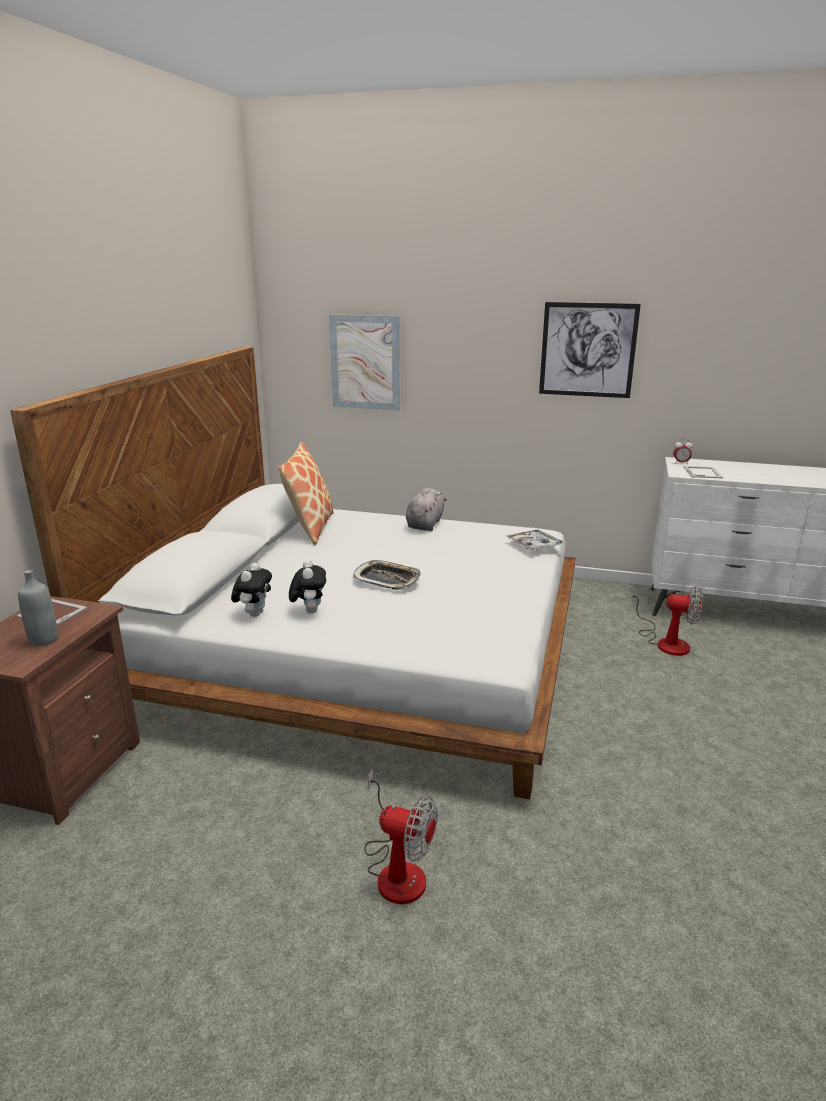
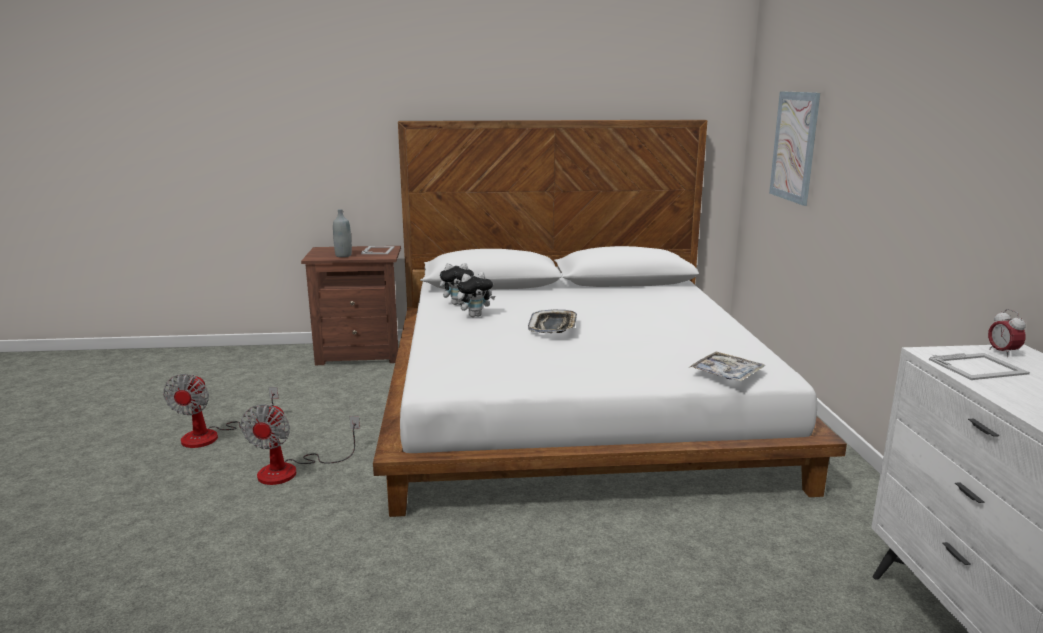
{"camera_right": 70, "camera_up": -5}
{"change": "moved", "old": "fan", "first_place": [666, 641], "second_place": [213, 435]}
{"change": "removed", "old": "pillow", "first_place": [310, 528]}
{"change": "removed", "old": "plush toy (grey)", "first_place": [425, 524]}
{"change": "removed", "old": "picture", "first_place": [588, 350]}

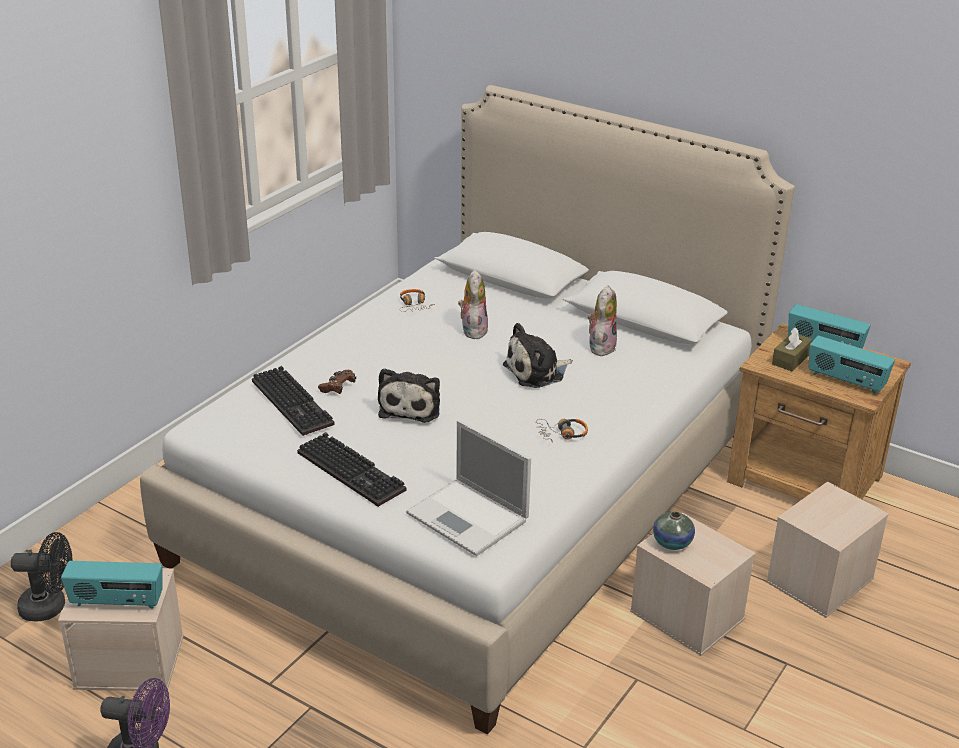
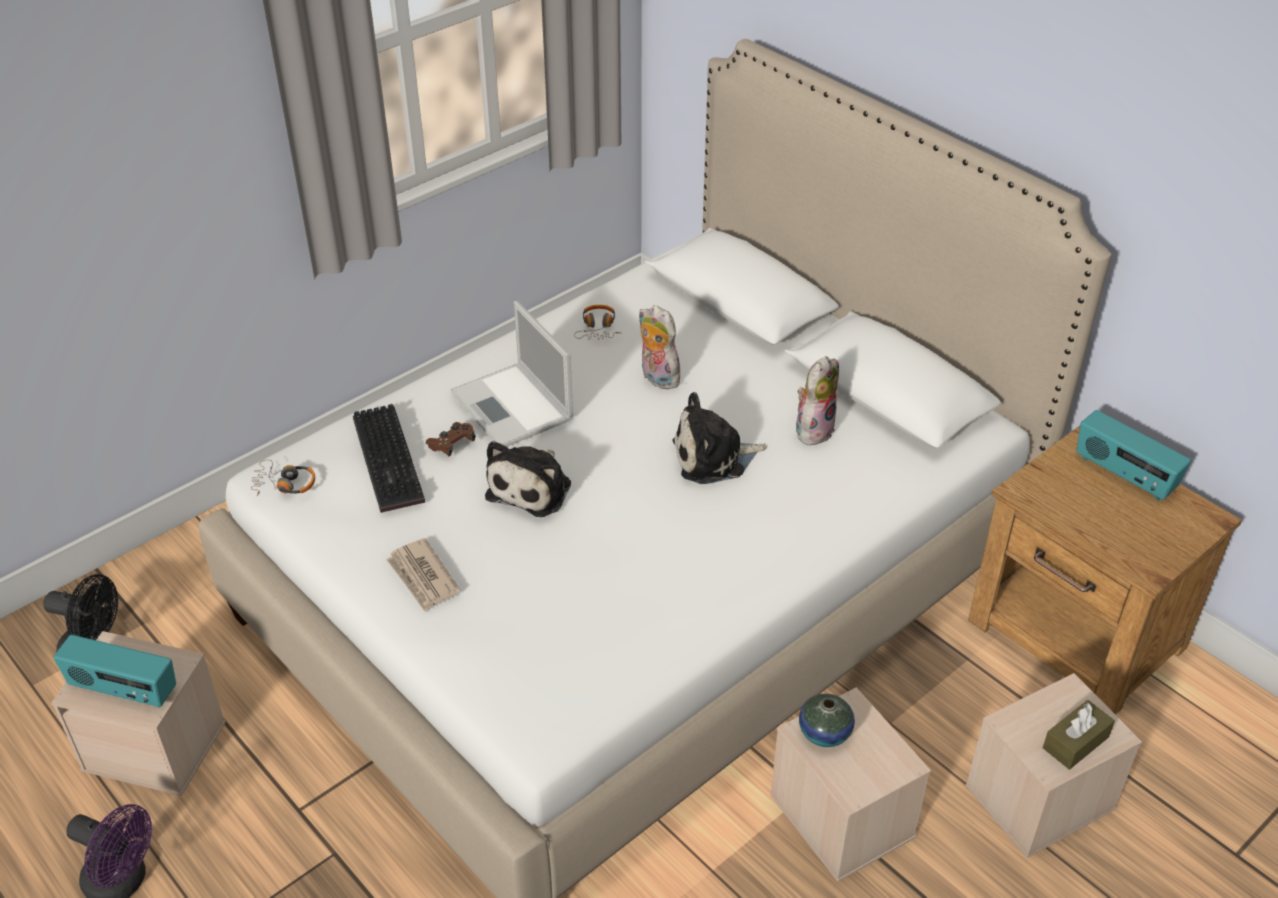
{"camera_right": 15, "camera_up": 10}
{"change": "moved", "old": "headphones", "first_place": [562, 434], "second_place": [284, 484]}
{"change": "replaced", "old": "keyboard", "new": "newspaper", "first_place": [354, 471], "second_place": [423, 578]}
{"change": "moved", "old": "laptop", "first_place": [469, 518], "second_place": [513, 407]}
{"change": "turned", "old": "plush toy", "first_place": [472, 330], "second_place": [657, 378], "degrees": -60}
{"change": "moved", "old": "tissue box (brown)", "first_place": [791, 359], "second_place": [1075, 742]}
{"change": "removed", "old": "radio", "first_place": [845, 381]}

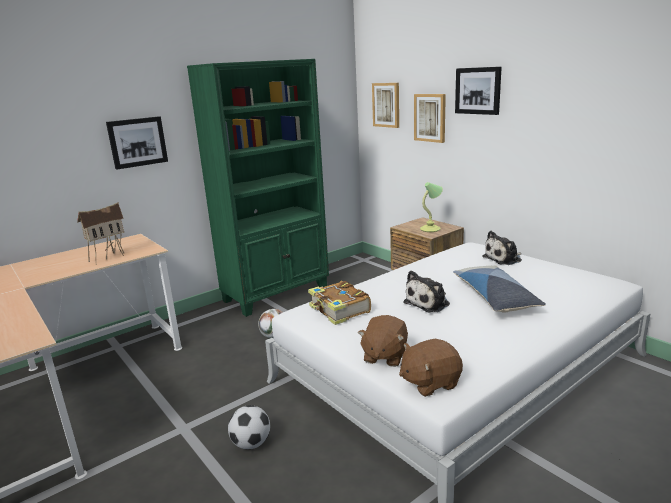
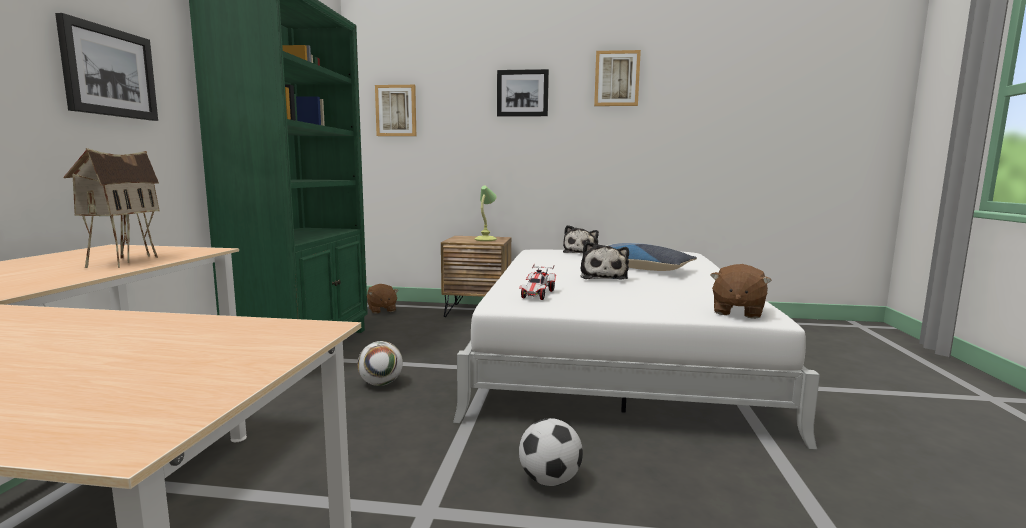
{"camera_right": -45, "camera_up": -10}
{"change": "moved", "old": "plush toy (brown)", "first_place": [384, 356], "second_place": [381, 310]}
{"change": "replaced", "old": "book", "new": "toy car", "first_place": [339, 310], "second_place": [537, 294]}
{"change": "moved", "old": "picture", "first_place": [430, 117], "second_place": [616, 78]}

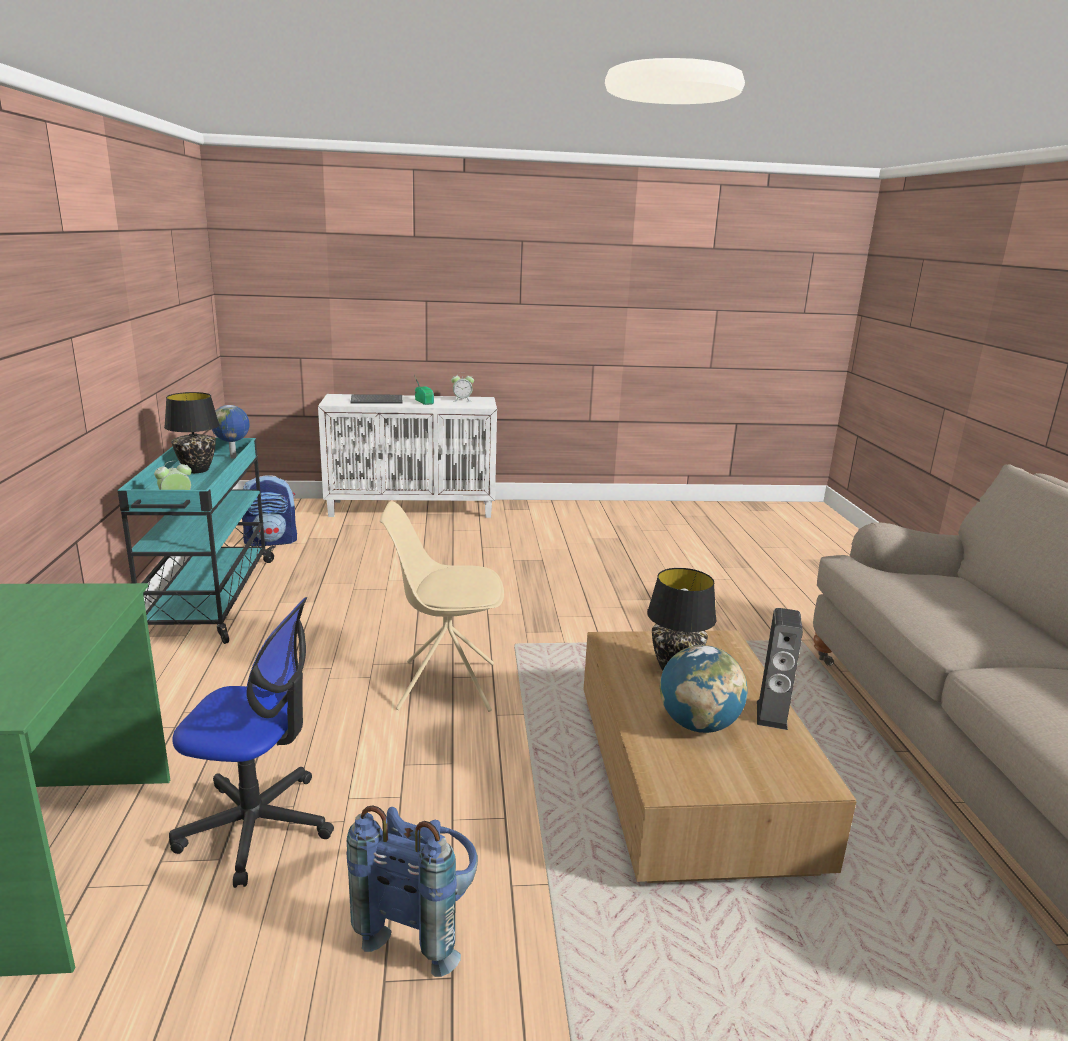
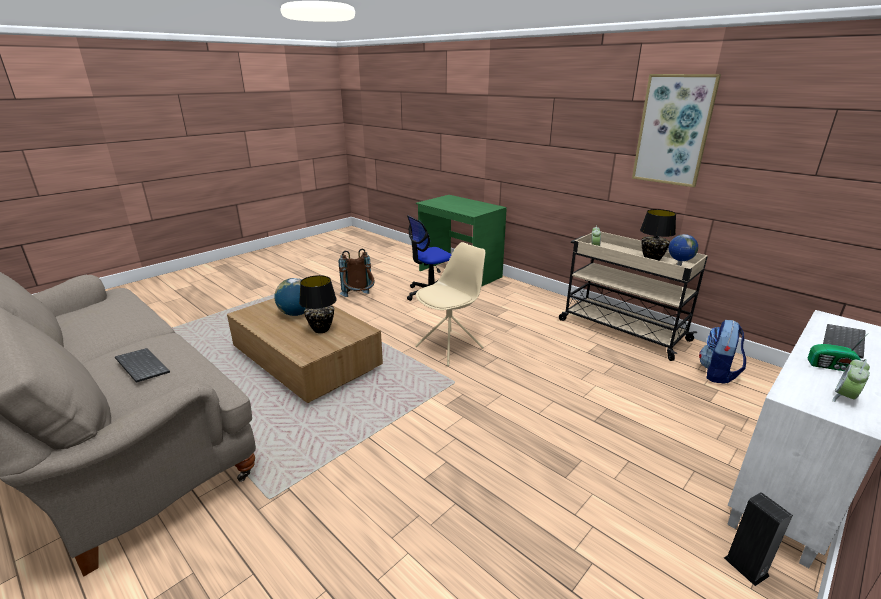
{"camera_right": 140, "camera_up": 5}
{"change": "added", "new": "keyboard", "second_place": [140, 366]}
{"change": "recoloured", "old": "backpack (blue)", "new": "backpack (brown)", "first_place": [421, 923], "second_place": [359, 299]}
{"change": "recoloured", "old": "cart (turquoise)", "new": "cart (beige)", "first_place": [209, 599], "second_place": [621, 329]}
{"change": "added", "new": "picture", "second_place": [673, 130]}
{"change": "moved", "old": "speaker", "first_place": [771, 715], "second_place": [746, 566]}

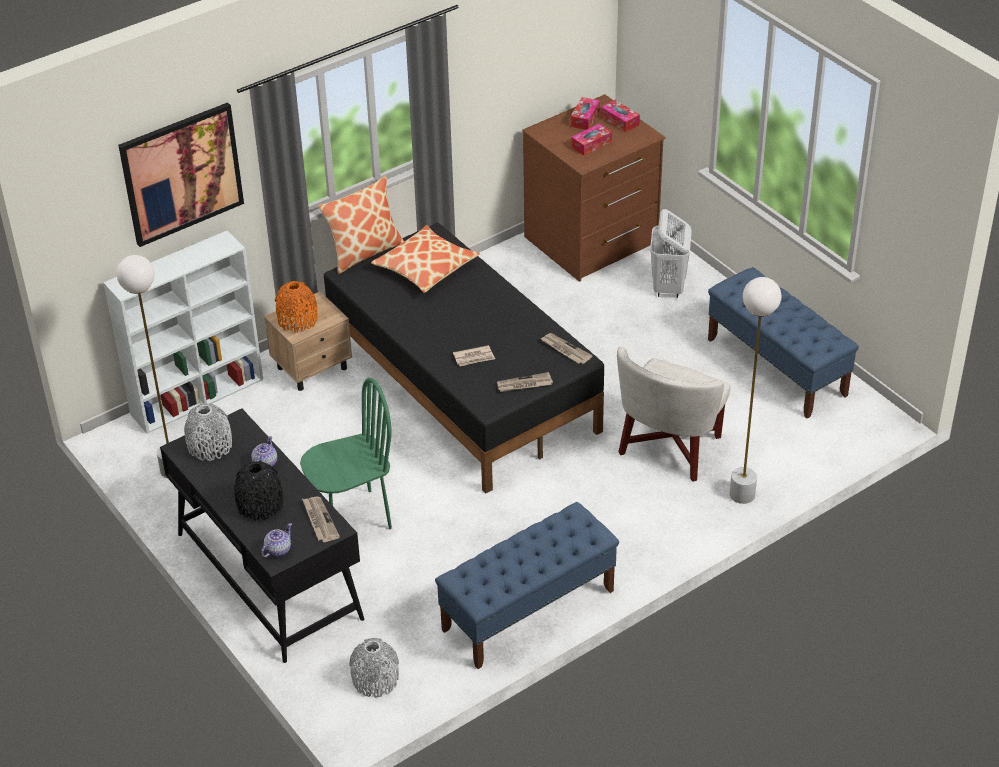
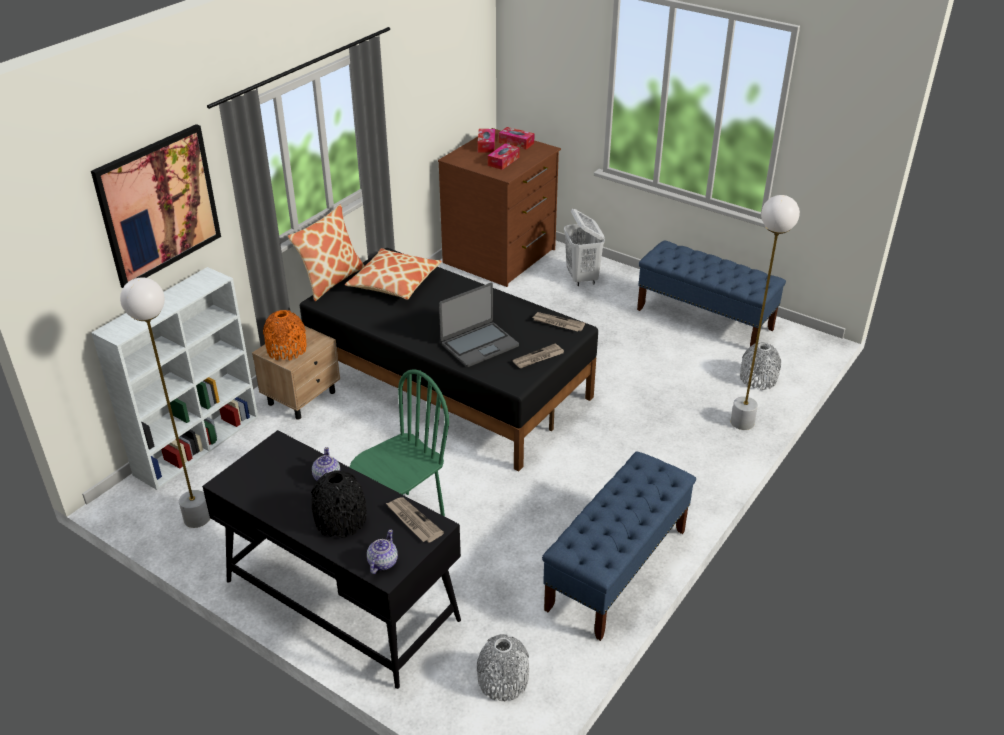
{"camera_right": -20, "camera_up": -5}
{"change": "replaced", "old": "newspaper", "new": "laptop", "first_place": [474, 357], "second_place": [479, 345]}
{"change": "moved", "old": "vase (grey)", "first_place": [210, 446], "second_place": [758, 379]}
{"change": "removed", "old": "armchair (white)", "first_place": [670, 447]}

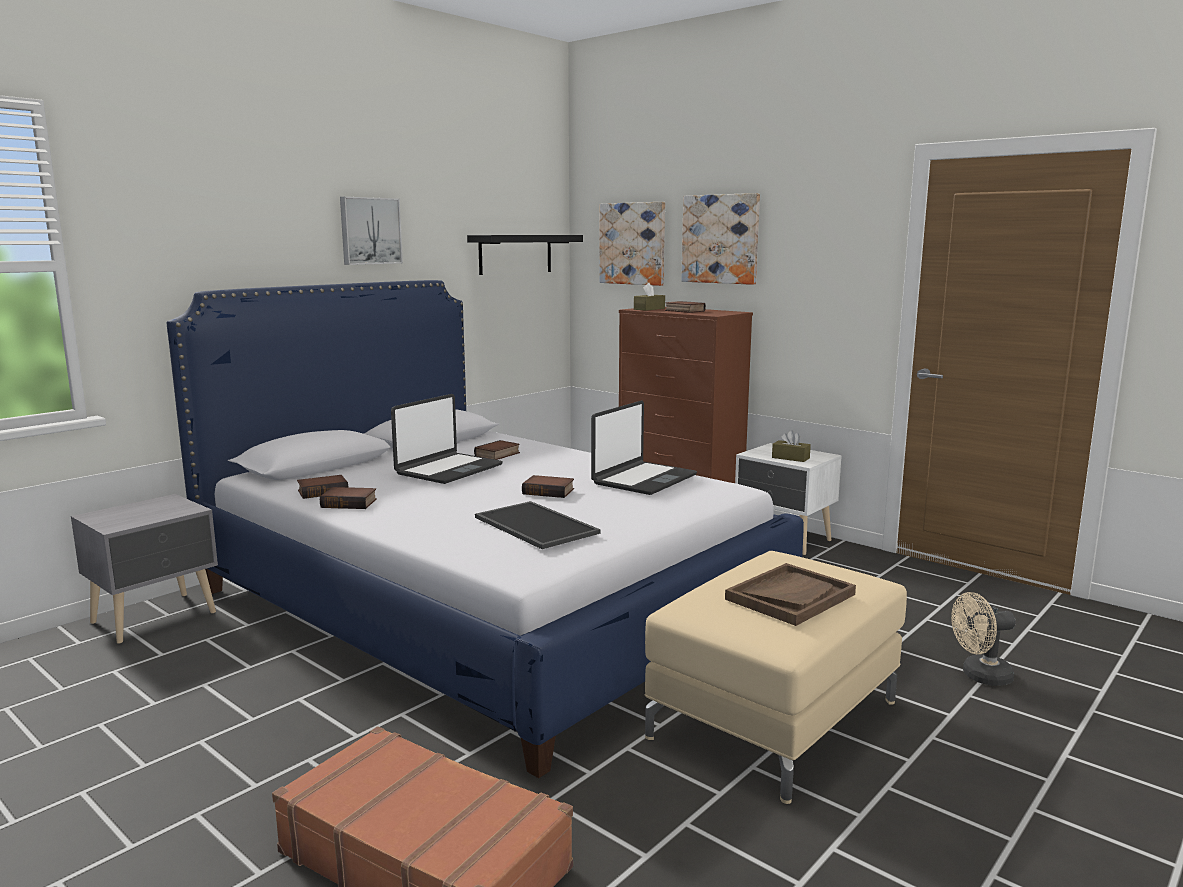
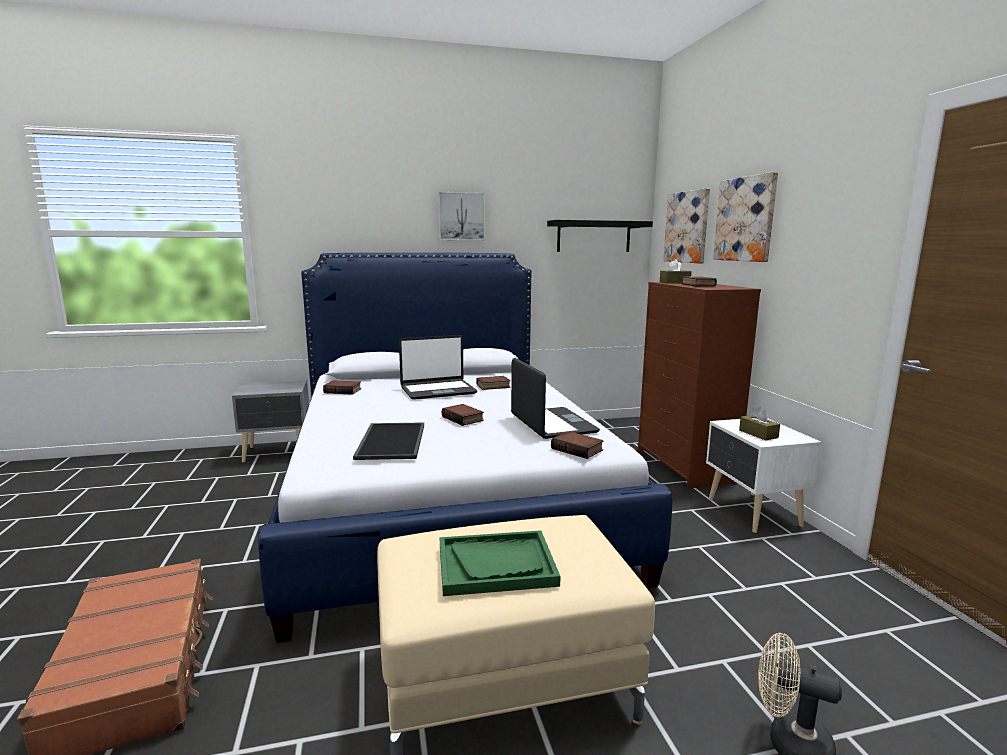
{"camera_right": 35, "camera_up": 0}
{"change": "recoloured", "old": "tray (brown)", "new": "tray (green)", "first_place": [790, 597], "second_place": [496, 565]}
{"change": "turned", "old": "laptop", "first_place": [643, 479], "second_place": [552, 424], "degrees": -90}
{"change": "moved", "old": "book", "first_place": [350, 503], "second_place": [578, 449]}

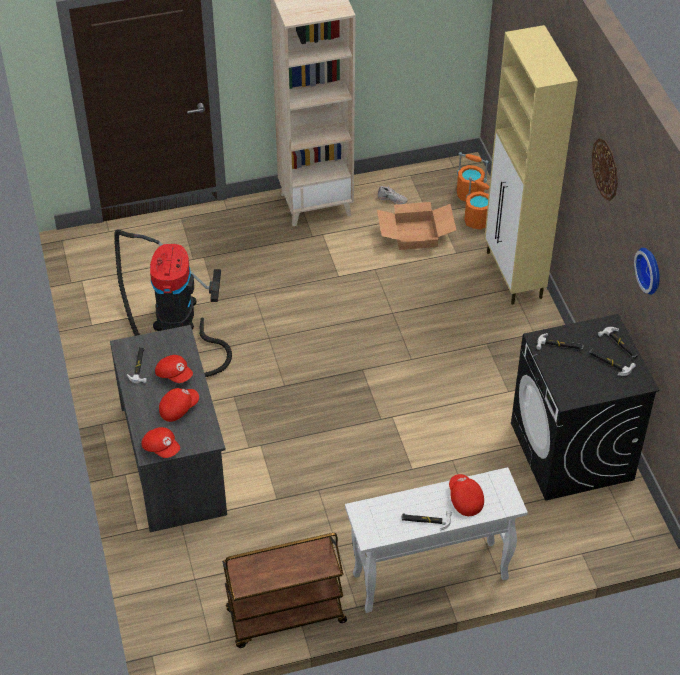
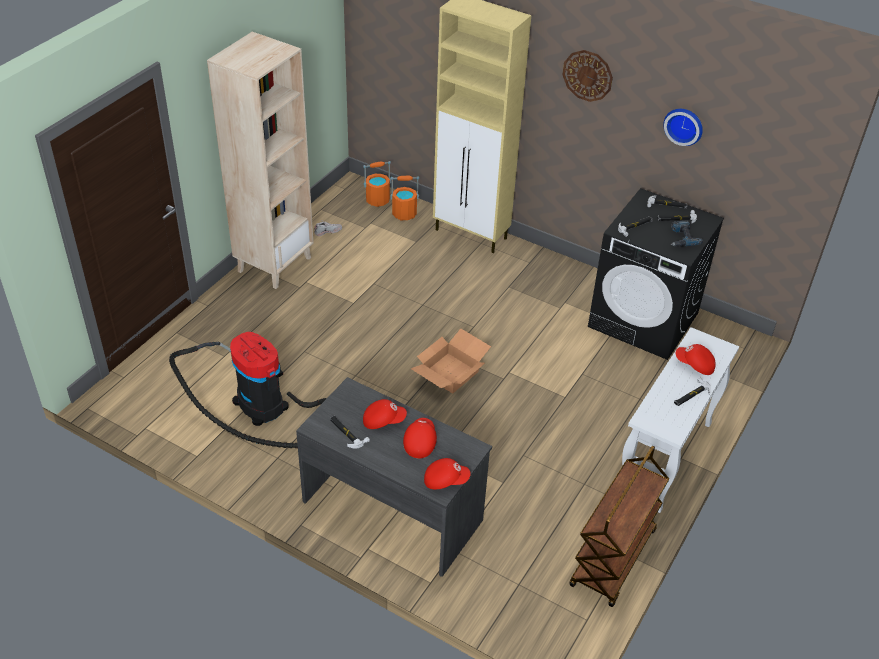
{"camera_right": -45, "camera_up": -5}
{"change": "moved", "old": "cardboard box", "first_place": [416, 234], "second_place": [450, 372]}
{"change": "added", "new": "power drill", "second_place": [681, 238]}

